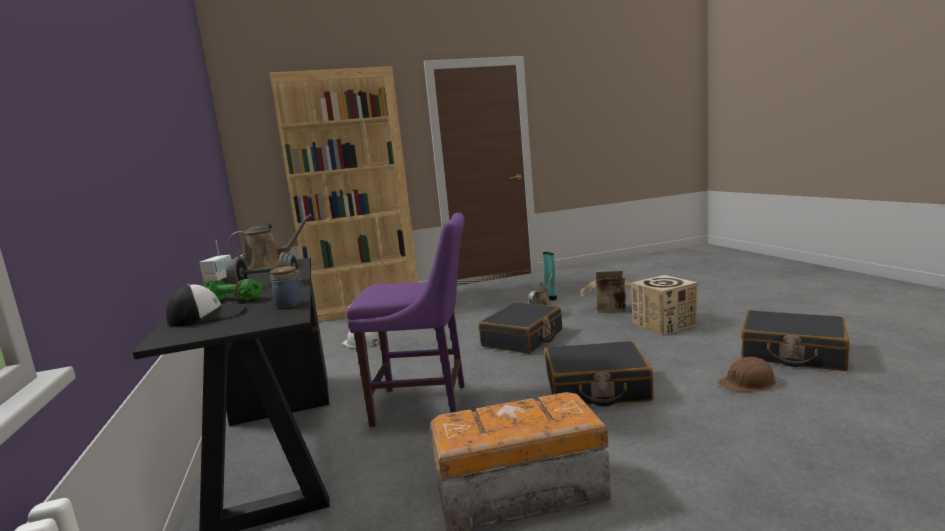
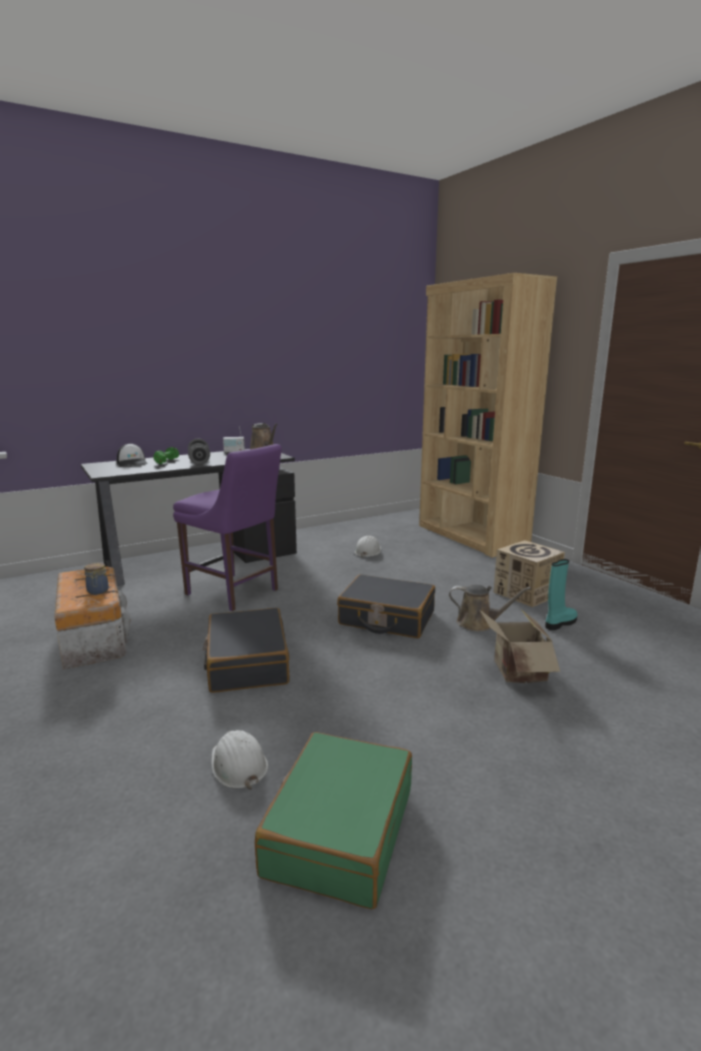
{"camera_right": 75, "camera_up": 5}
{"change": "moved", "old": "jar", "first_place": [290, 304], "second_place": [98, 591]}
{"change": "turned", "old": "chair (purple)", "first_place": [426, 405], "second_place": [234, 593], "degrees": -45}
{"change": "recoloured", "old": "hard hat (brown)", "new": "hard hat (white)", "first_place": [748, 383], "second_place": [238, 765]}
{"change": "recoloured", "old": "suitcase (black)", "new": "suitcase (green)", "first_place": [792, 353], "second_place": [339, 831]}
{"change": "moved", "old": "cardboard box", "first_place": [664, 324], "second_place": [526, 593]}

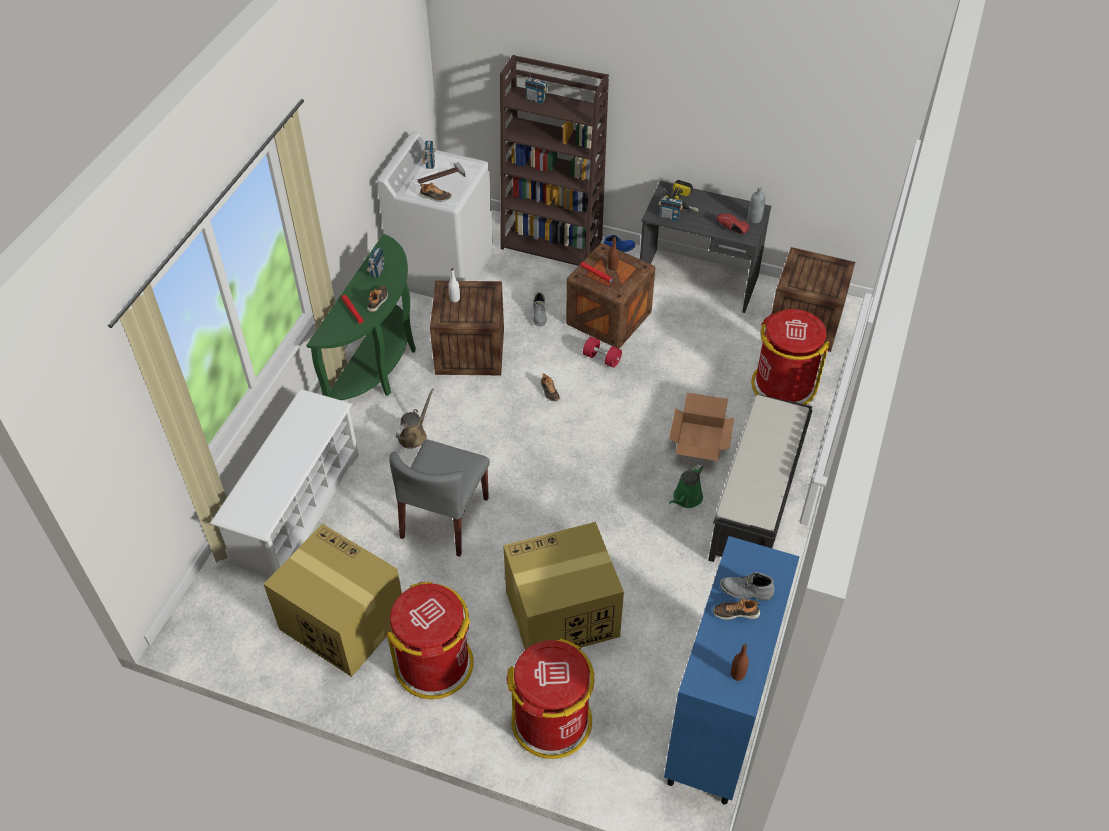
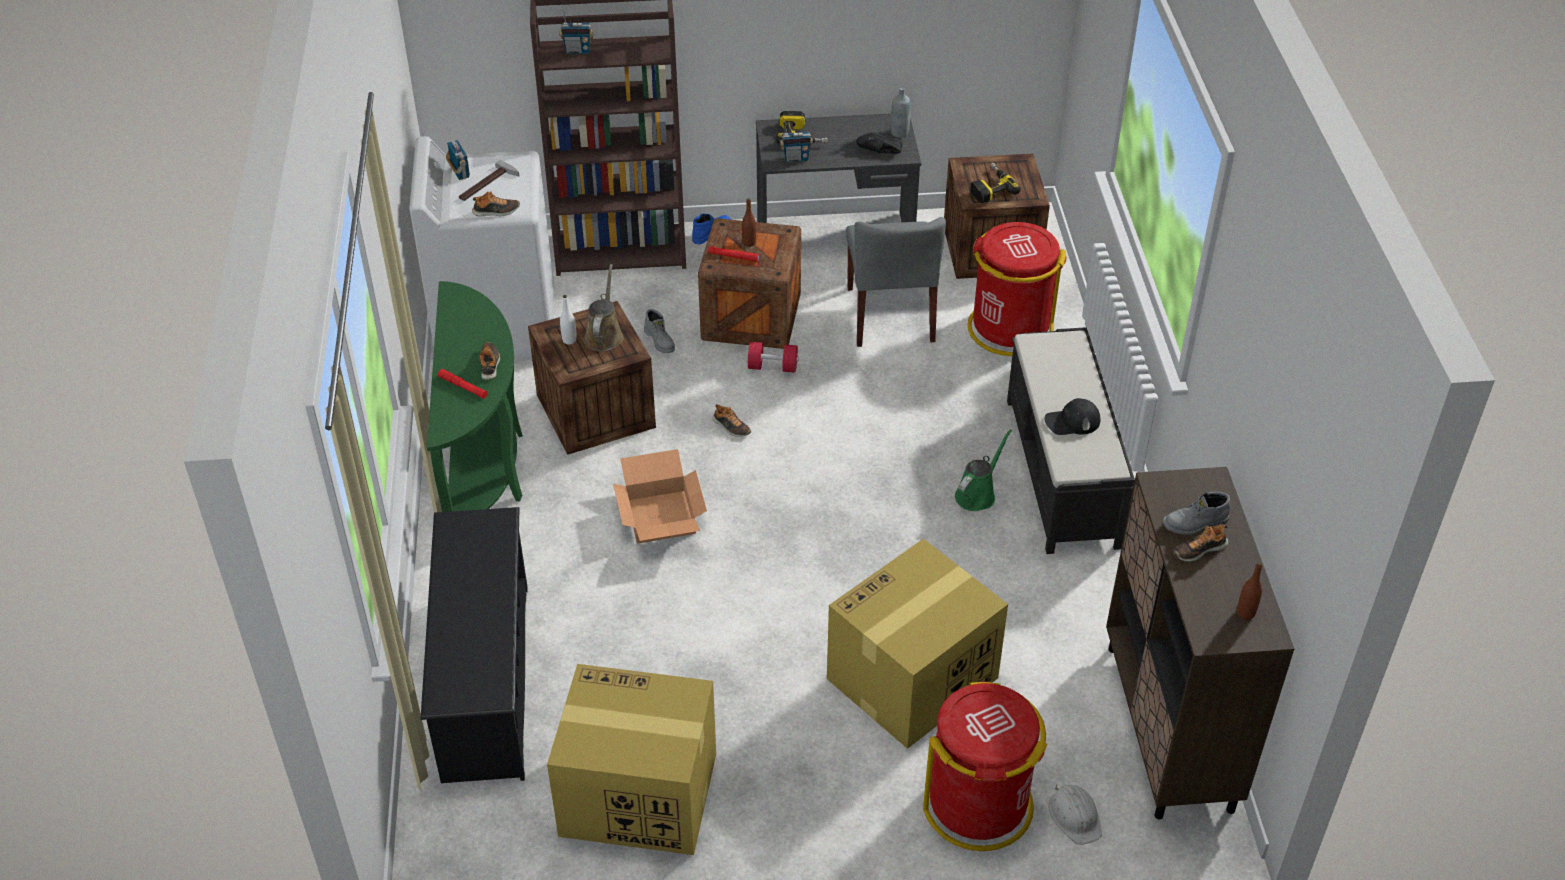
{"camera_right": -25, "camera_up": -5}
{"change": "recoloured", "old": "shoe rack (white)", "new": "shoe rack (black)", "first_place": [297, 509], "second_place": [486, 681]}
{"change": "moved", "old": "watering can (brown)", "first_place": [414, 435], "second_place": [604, 335]}
{"change": "moved", "old": "cardboard box", "first_place": [700, 441], "second_place": [662, 517]}
{"change": "moved", "old": "chair (grey)", "first_place": [444, 518], "second_place": [890, 315]}
{"change": "recoloured", "old": "shoe (red)", "new": "shoe (black)", "first_place": [731, 229], "second_place": [880, 152]}
{"change": "turned", "old": "watering can (green)", "first_place": [686, 499], "second_place": [977, 494], "degrees": -150}
{"change": "added", "new": "power drill", "second_place": [990, 188]}
{"change": "added", "new": "cap (black)", "second_place": [1072, 421]}
{"change": "added", "new": "hard hat (white)", "second_place": [1075, 816]}
{"change": "recoloured", "old": "cabinet (blue)", "new": "cabinet (brown)", "first_place": [717, 722], "second_place": [1169, 728]}
{"change": "removed", "old": "radio", "first_place": [377, 271]}
{"change": "removed", "old": "trash can (red)", "first_place": [435, 664]}

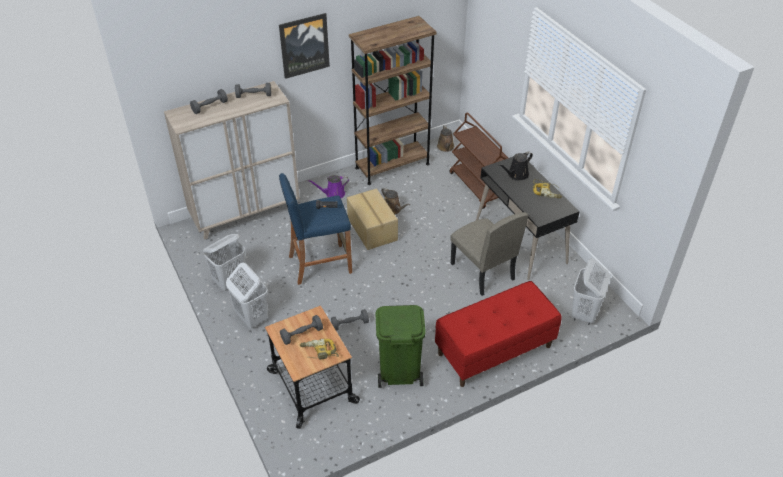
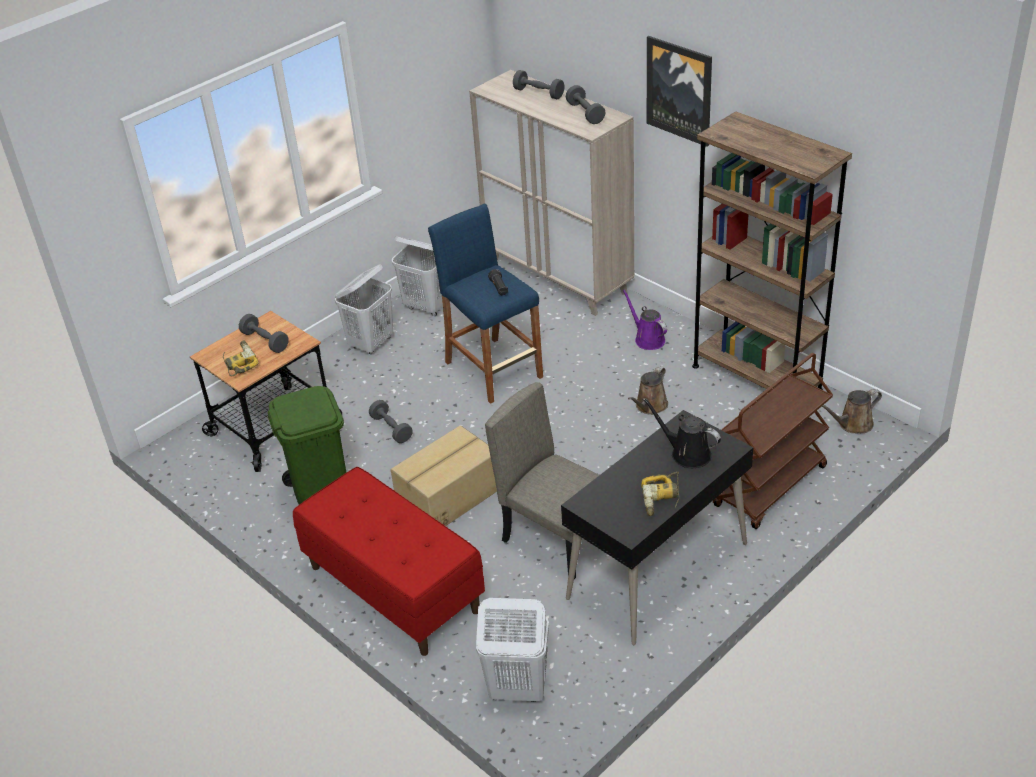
{"camera_right": 75, "camera_up": -5}
{"change": "moved", "old": "cardboard box", "first_place": [371, 229], "second_place": [448, 496]}
{"change": "turned", "old": "chair (beige)", "first_place": [482, 271], "second_place": [559, 538], "degrees": 90}

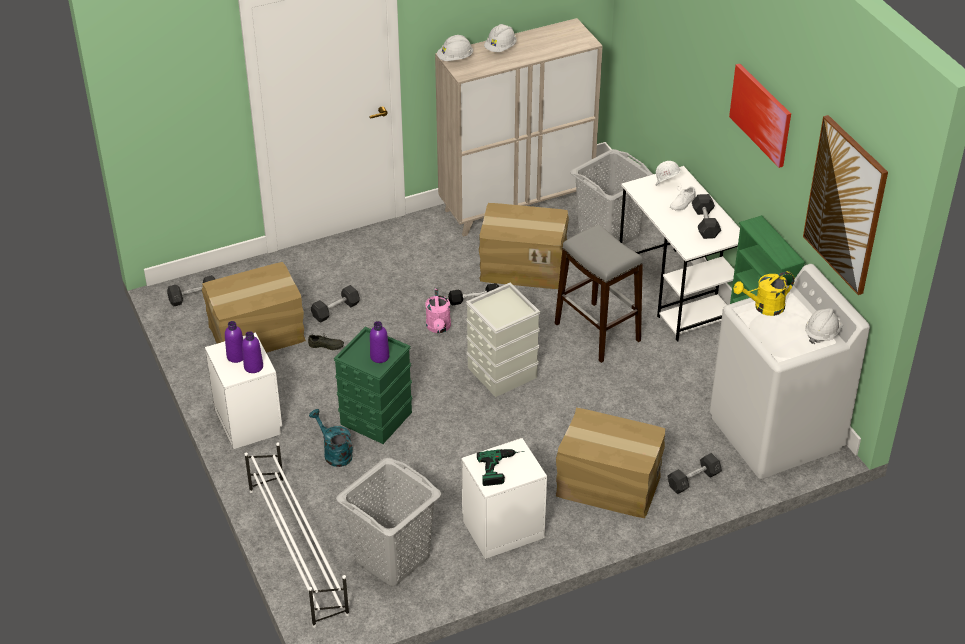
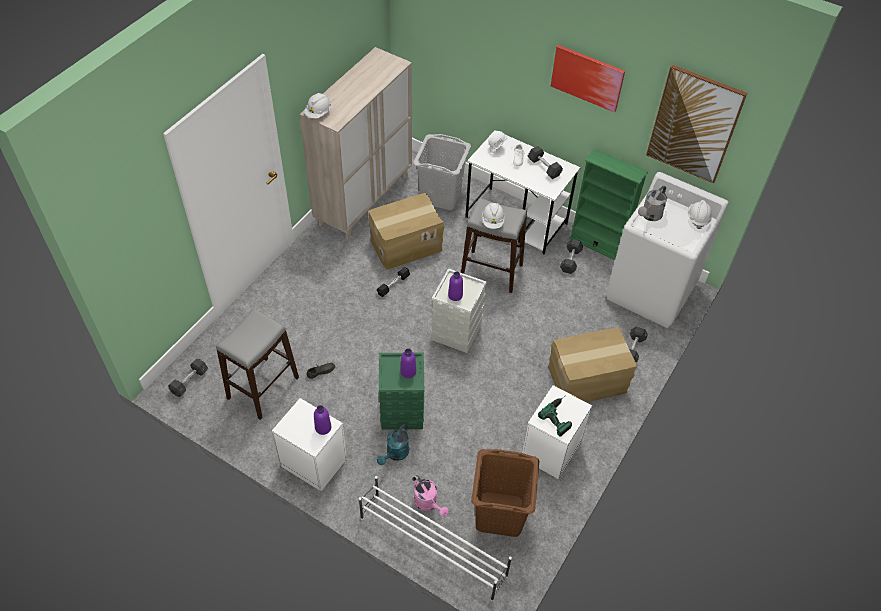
{"camera_right": -35, "camera_up": 10}
{"change": "replaced", "old": "cardboard box", "new": "stool (grey)", "first_place": [257, 334], "second_place": [263, 388]}
{"change": "turned", "old": "watering can (turquoise)", "first_place": [334, 453], "second_place": [395, 454], "degrees": -75}
{"change": "moved", "old": "watering can (pink)", "first_place": [439, 328], "second_place": [428, 504]}
{"change": "moved", "old": "bottle (purple)", "first_place": [236, 356], "second_place": [455, 295]}
{"change": "recoloured", "old": "laundry basket (grey)", "new": "laundry basket (brown)", "first_place": [391, 557], "second_place": [499, 514]}
{"change": "moved", "old": "hard hat (white)", "first_place": [500, 48], "second_place": [493, 221]}
{"change": "moved", "old": "dumbbell (grey)", "first_place": [335, 310], "second_place": [570, 260]}
{"change": "recoloured", "old": "watering can (yellow)", "new": "watering can (grey)", "first_place": [764, 307], "second_place": [649, 216]}

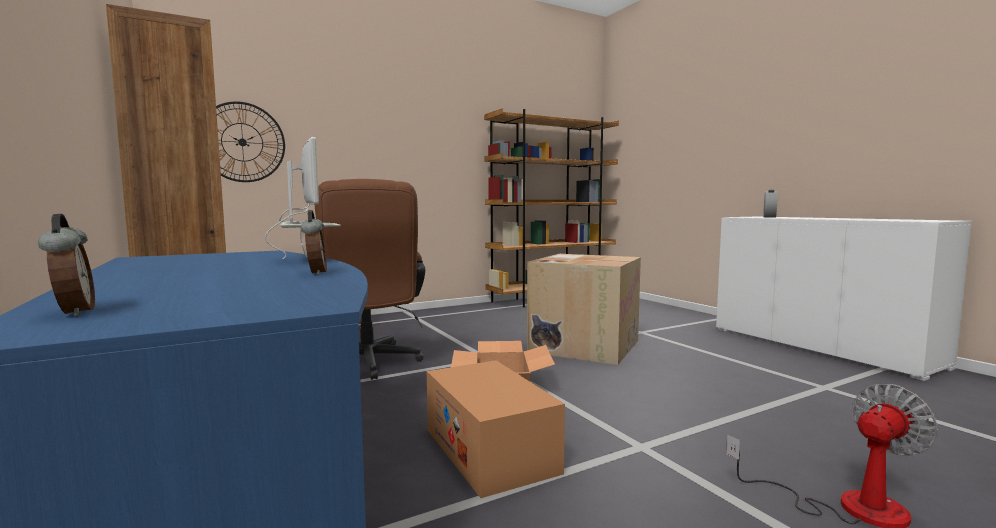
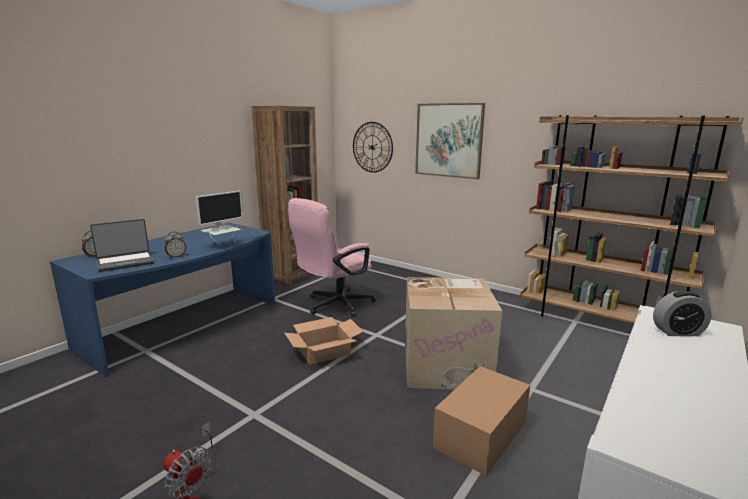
{"camera_right": 65, "camera_up": 10}
{"change": "added", "new": "laptop", "second_place": [125, 262]}
{"change": "recoloured", "old": "office chair (brown)", "new": "office chair (pink)", "first_place": [368, 365], "second_place": [334, 306]}
{"change": "added", "new": "picture", "second_place": [448, 140]}
{"change": "moved", "old": "cardboard box", "first_place": [489, 450], "second_place": [481, 434]}

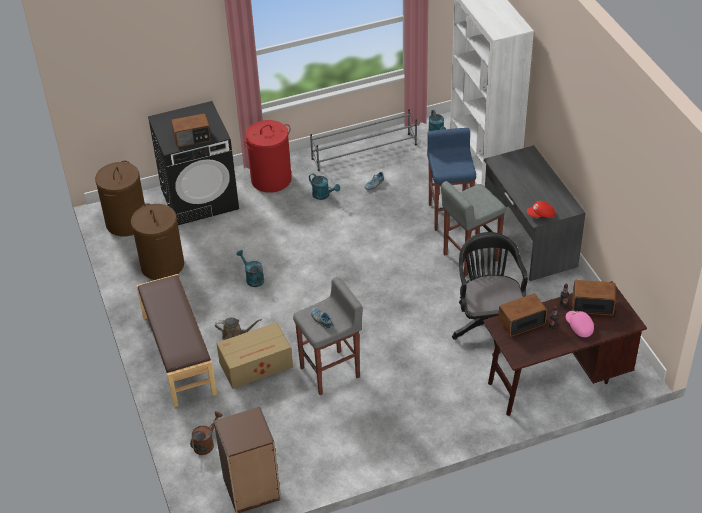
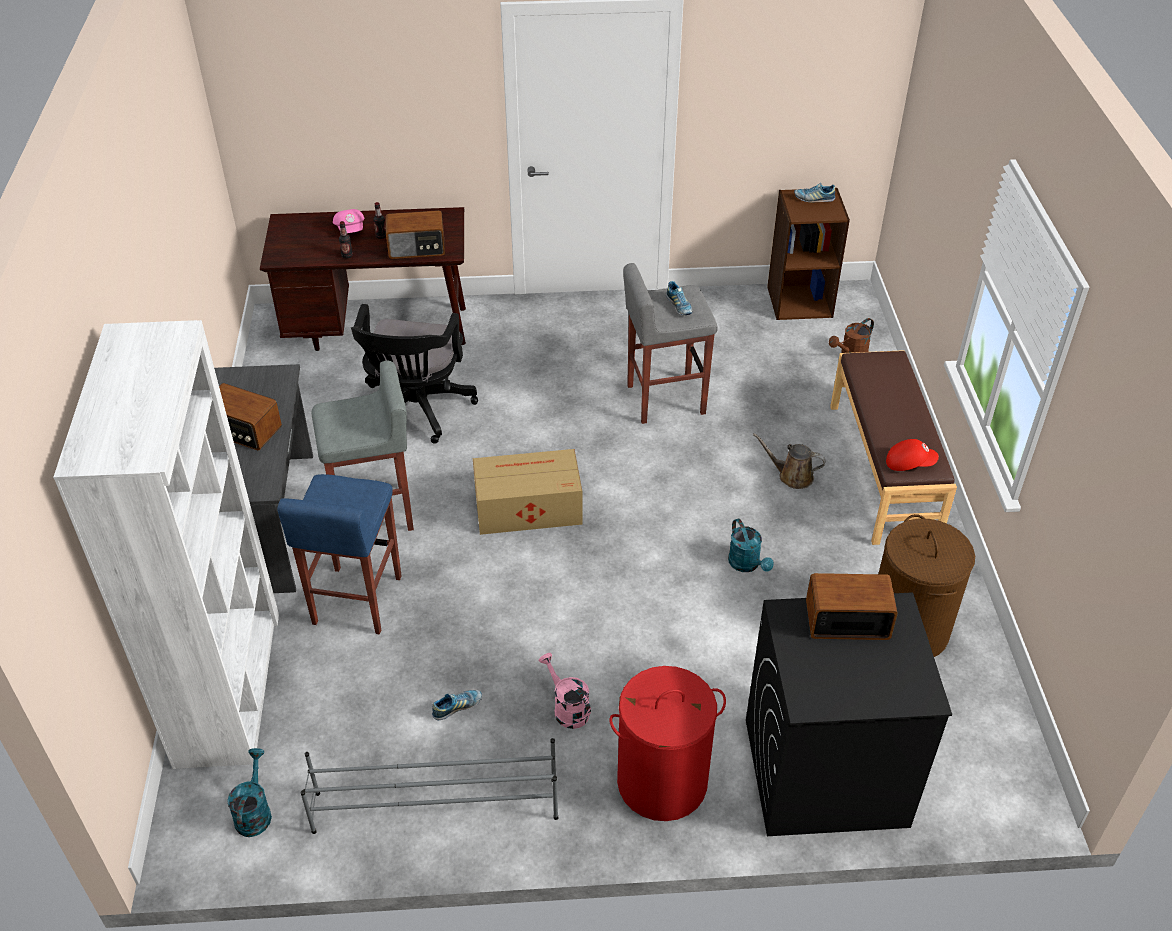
{"camera_right": -165, "camera_up": 0}
{"change": "moved", "old": "radio", "first_place": [592, 304], "second_place": [243, 431]}
{"change": "moved", "old": "cardboard box", "first_place": [257, 365], "second_place": [526, 507]}
{"change": "recoloured", "old": "watering can (turquoise)", "new": "watering can (pink)", "first_place": [323, 195], "second_place": [567, 708]}
{"change": "added", "new": "shoe", "second_place": [814, 199]}
{"change": "moved", "old": "cap (red)", "first_place": [541, 215], "second_place": [909, 463]}
{"change": "removed", "old": "laundry basket (brown)", "first_place": [126, 222]}

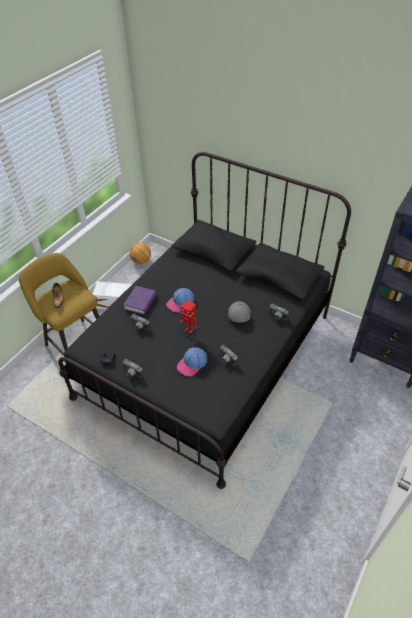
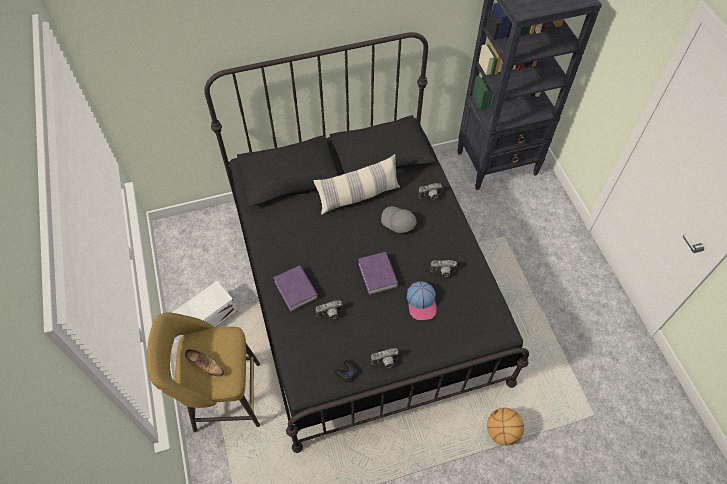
{"camera_right": -50, "camera_up": 10}
{"change": "added", "new": "pillow", "second_place": [358, 196]}
{"change": "replaced", "old": "toy robot", "new": "book (purple)", "first_place": [189, 330], "second_place": [377, 275]}
{"change": "moved", "old": "basketball", "first_place": [141, 261], "second_place": [502, 431]}
{"change": "removed", "old": "cap", "first_place": [180, 302]}

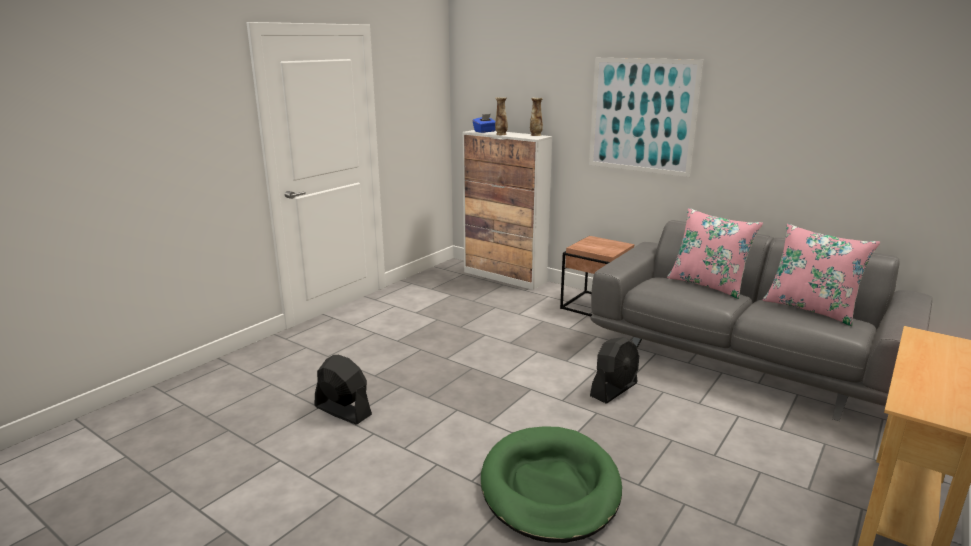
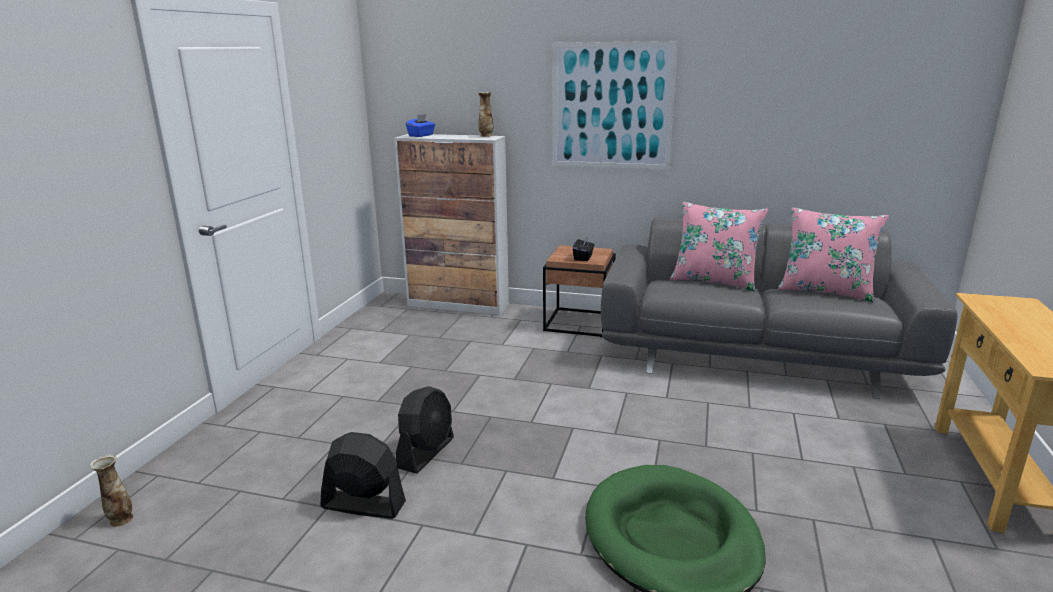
{"camera_right": -20, "camera_up": 0}
{"change": "moved", "old": "vase", "first_place": [501, 134], "second_place": [120, 520]}
{"change": "moved", "old": "fan (black)", "first_place": [614, 389], "second_place": [426, 452]}
{"change": "added", "new": "tissue box (black)", "second_place": [583, 257]}

